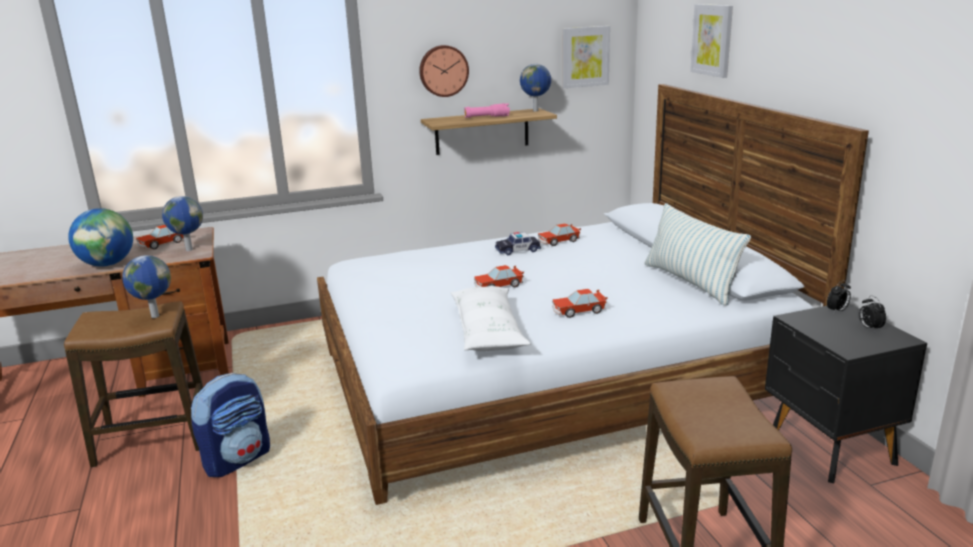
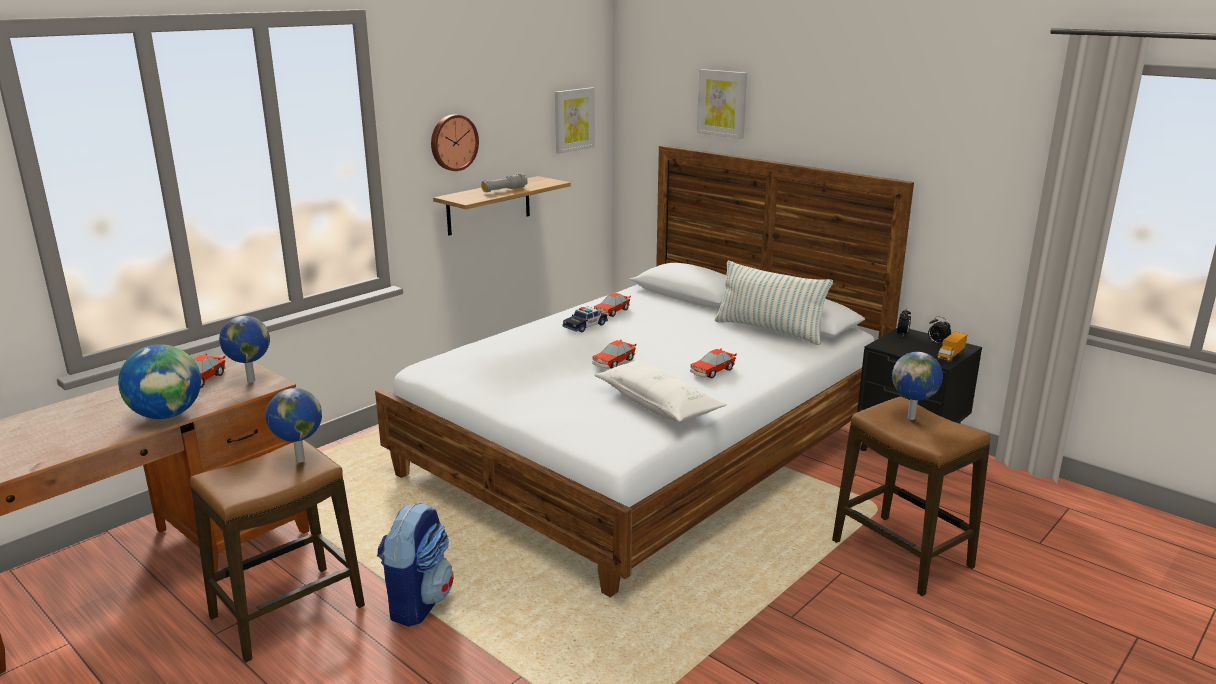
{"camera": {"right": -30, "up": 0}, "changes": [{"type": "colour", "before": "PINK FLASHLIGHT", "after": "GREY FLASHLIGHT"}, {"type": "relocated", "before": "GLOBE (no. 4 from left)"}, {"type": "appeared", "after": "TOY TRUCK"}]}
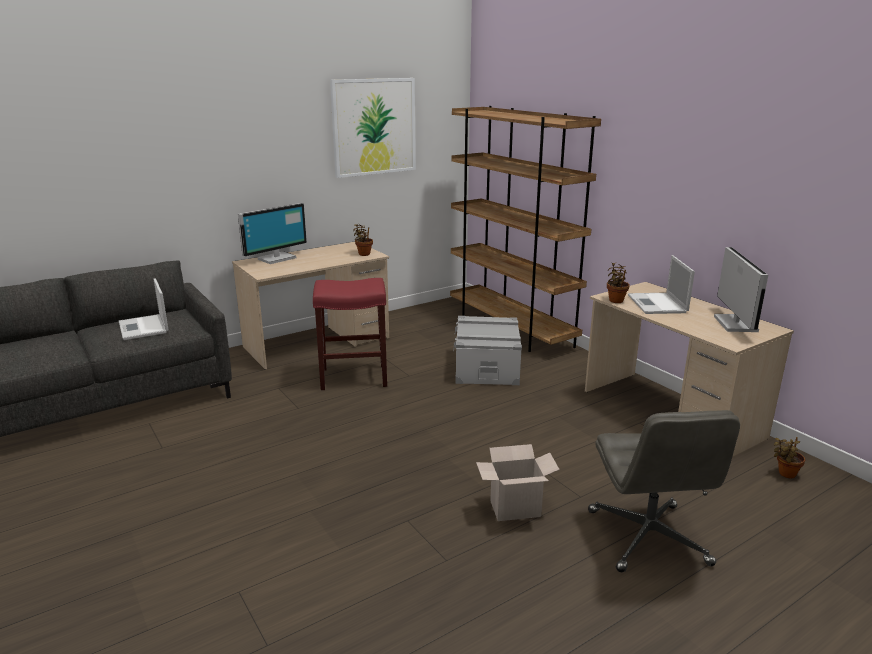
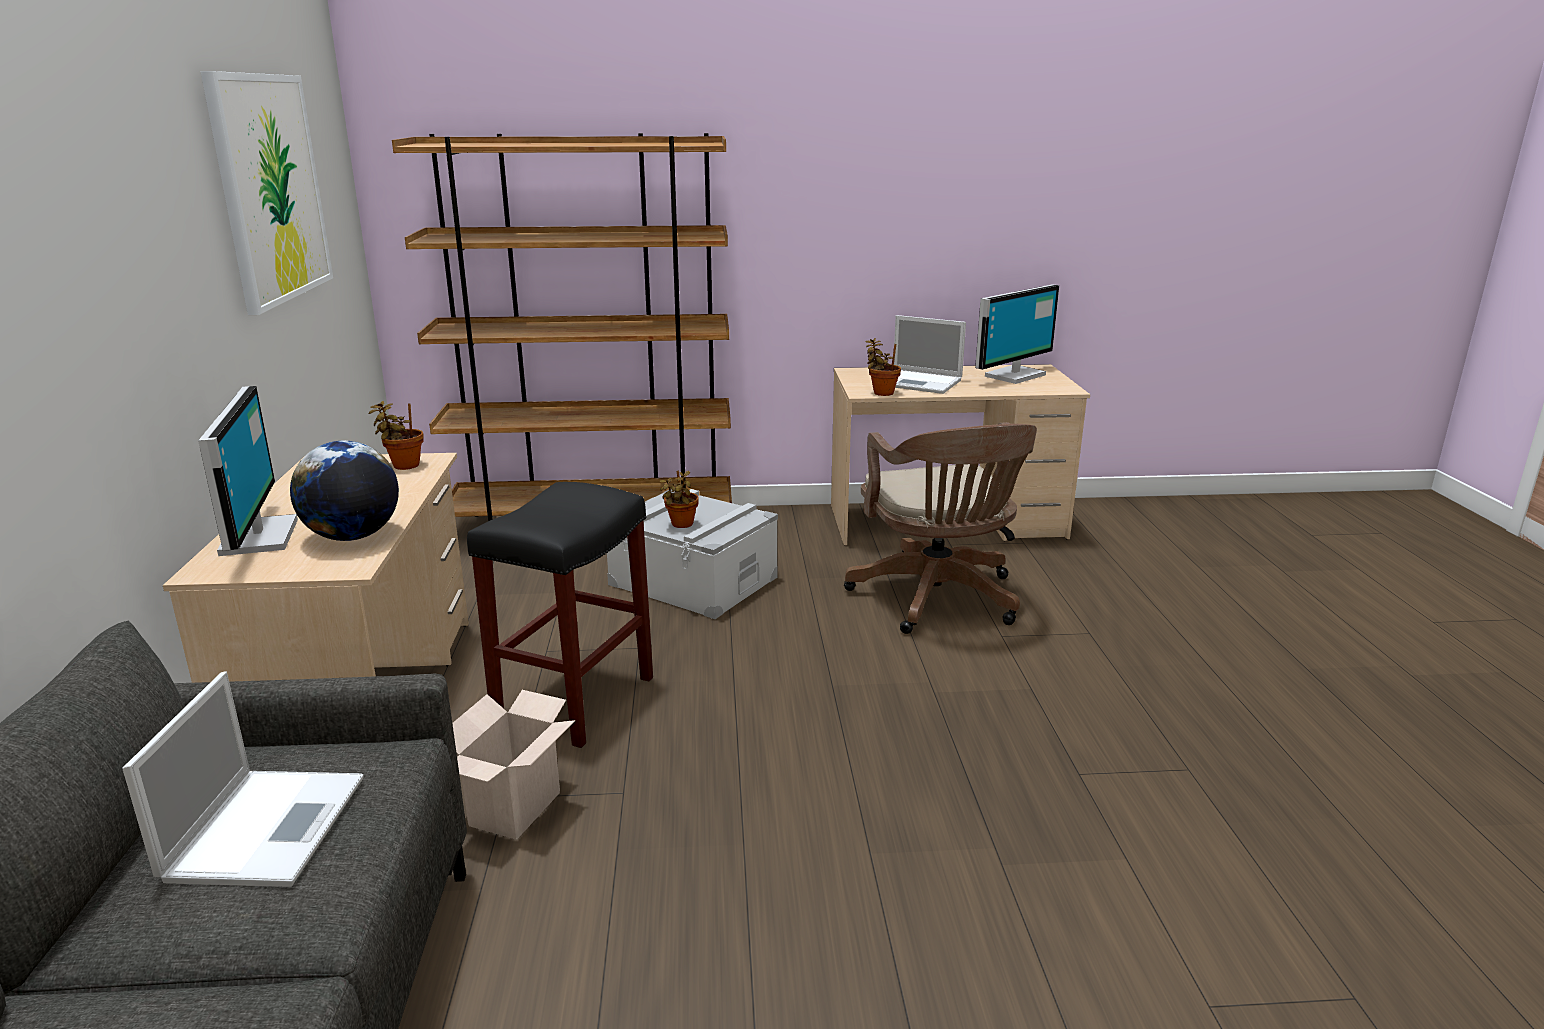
{"camera": {"right": -60, "up": 0}, "changes": [{"type": "spun", "before": "LAPTOP (no. 1 from left)", "turn": -90}, {"type": "appeared", "after": "GLOBE"}, {"type": "relocated", "before": "CARDBOARD BOX"}, {"type": "colour", "before": "RED STOOL", "after": "BLACK STOOL"}, {"type": "relocated", "before": "POTTED PLANT (no. 3 from left in the first image)", "after": "POTTED PLANT (no. 2 from left)"}, {"type": "appeared", "after": "BROWN OFFICE CHAIR"}, {"type": "spun", "before": "MONITOR (no. 2 from left)", "turn": 105}, {"type": "missing", "before": "GREY OFFICE CHAIR"}]}
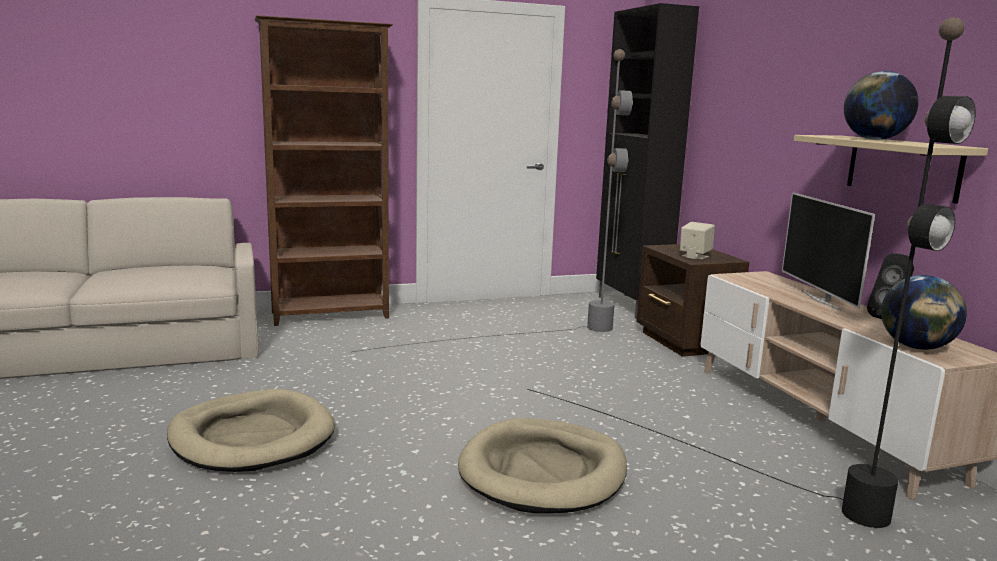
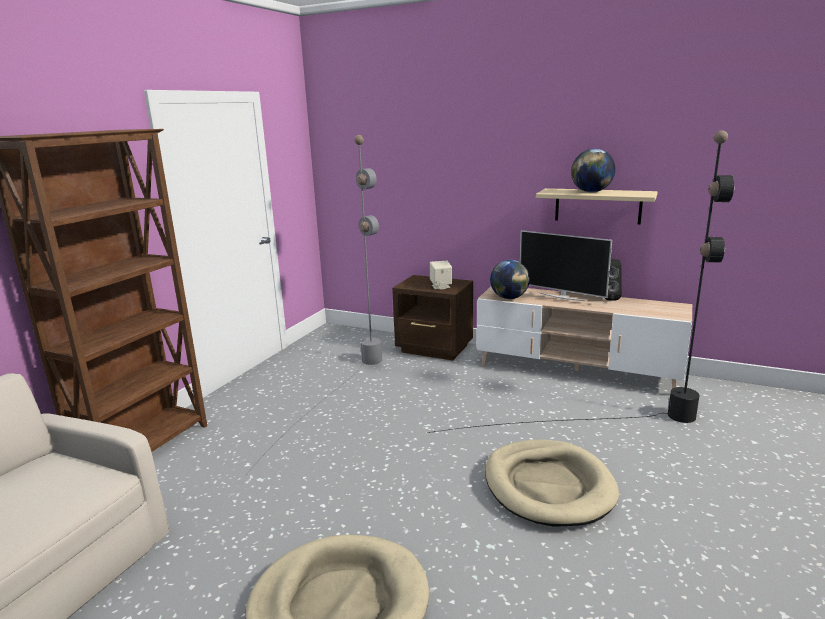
{"camera": {"right": -45, "up": 5}, "changes": [{"type": "relocated", "before": "GLOBE (no. 2 from left in the first image)", "after": "GLOBE (no. 1 from left)"}, {"type": "missing", "before": "BLACK CABINET"}]}
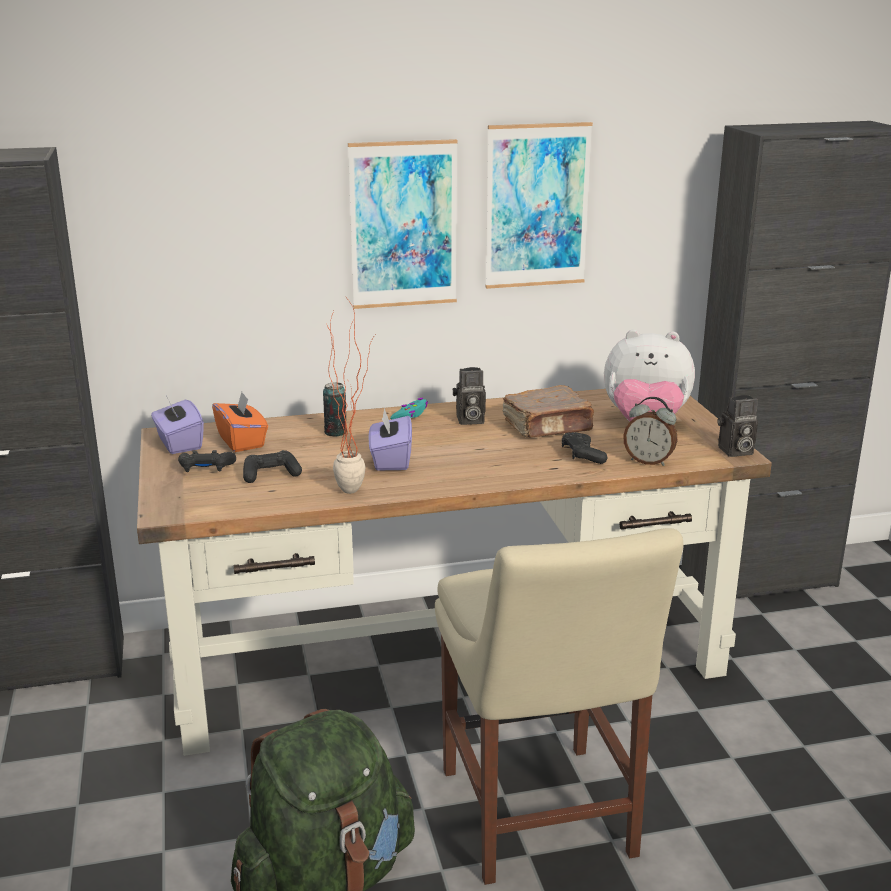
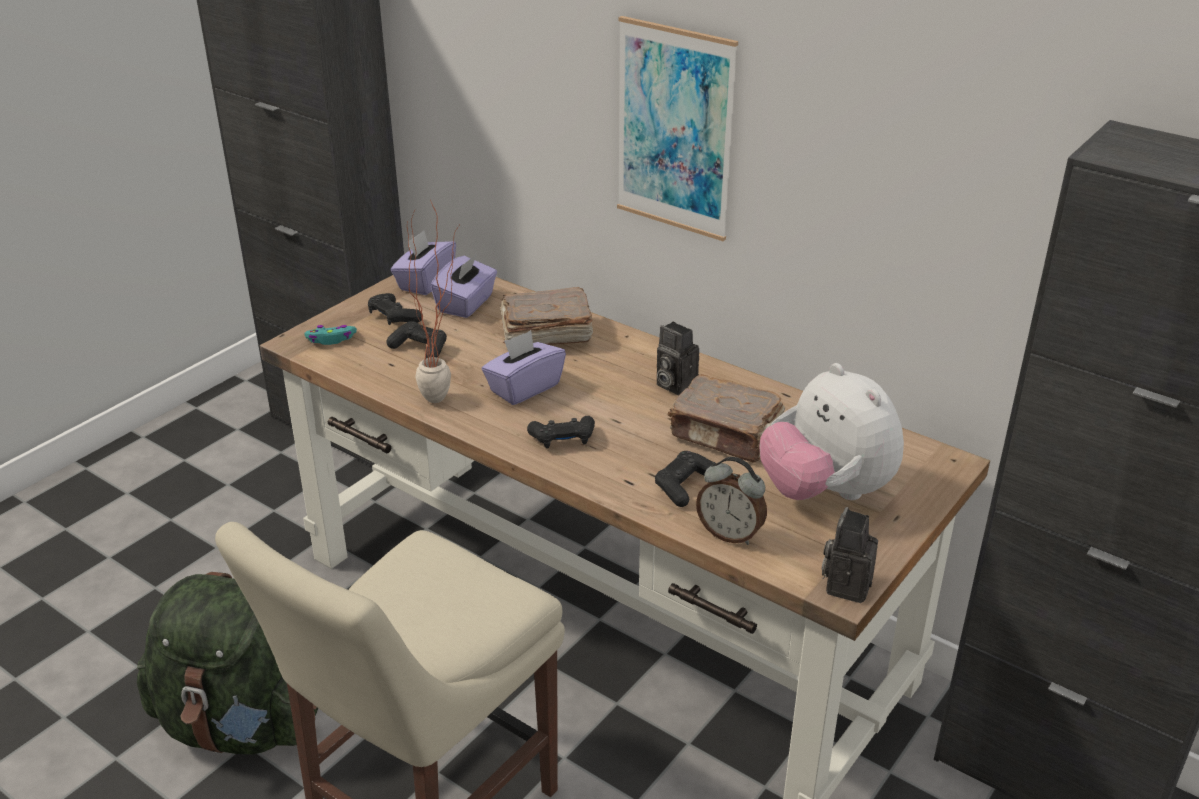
{"camera": {"right": 50, "up": 10}, "changes": [{"type": "relocated", "before": "TURQUOISE GAME CONTROLLER"}, {"type": "colour", "before": "ORANGE TISSUE BOX", "after": "PURPLE TISSUE BOX (no. 2 from left)"}, {"type": "exchanged", "before": "CAN", "after": "BROWN BOOK (no. 1 from left)"}, {"type": "appeared", "after": "BLACK GAME CONTROLLER (no. 3 from left)"}, {"type": "spun", "before": "ALARM CLOCK", "turn": -45}, {"type": "spun", "before": "PHOTO CAMERA (no. 2 from left)", "turn": 75}, {"type": "missing", "before": "PICTURE (no. 2 from left)"}]}
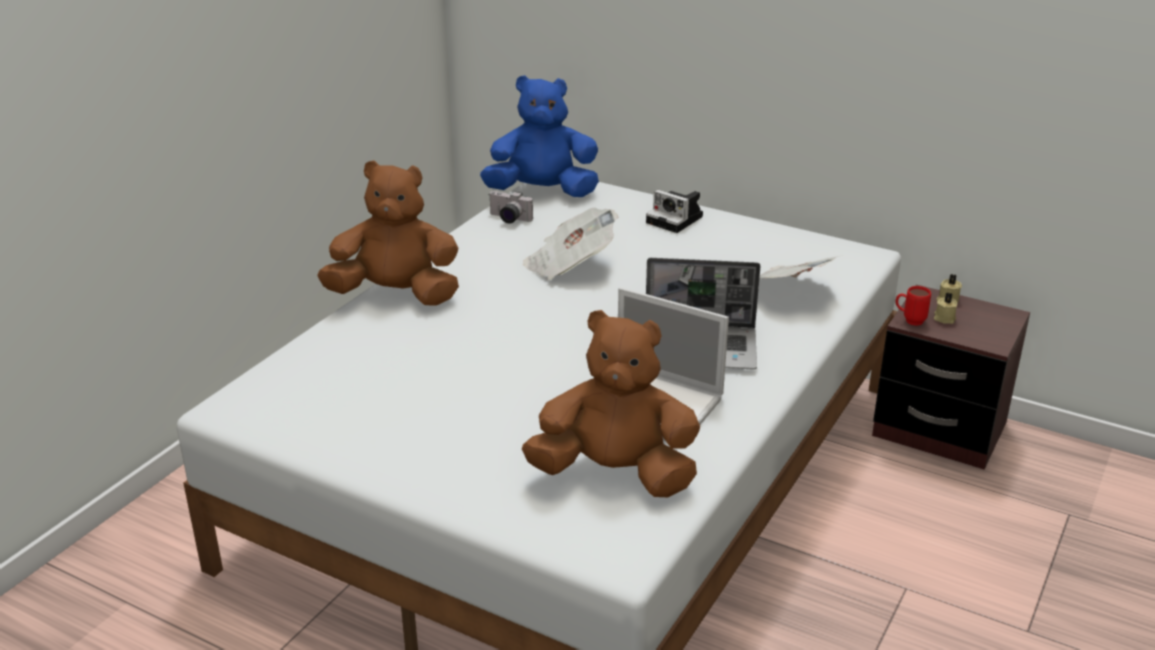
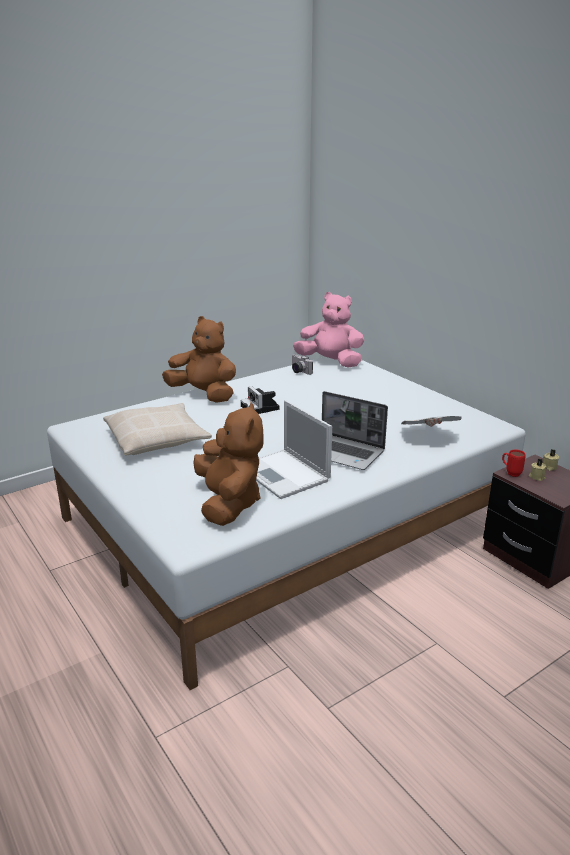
{"camera": {"right": 25, "up": -5}, "changes": [{"type": "appeared", "after": "BEIGE PILLOW"}, {"type": "spun", "before": "BROWN PLUSH TOY (no. 2 from left)", "turn": 45}, {"type": "relocated", "before": "PHOTO CAMERA (no. 2 from left in the first image)", "after": "PHOTO CAMERA (no. 1 from left)"}, {"type": "colour", "before": "BLUE PLUSH TOY", "after": "PINK PLUSH TOY"}, {"type": "missing", "before": "NEWSPAPER (no. 1 from left)"}]}
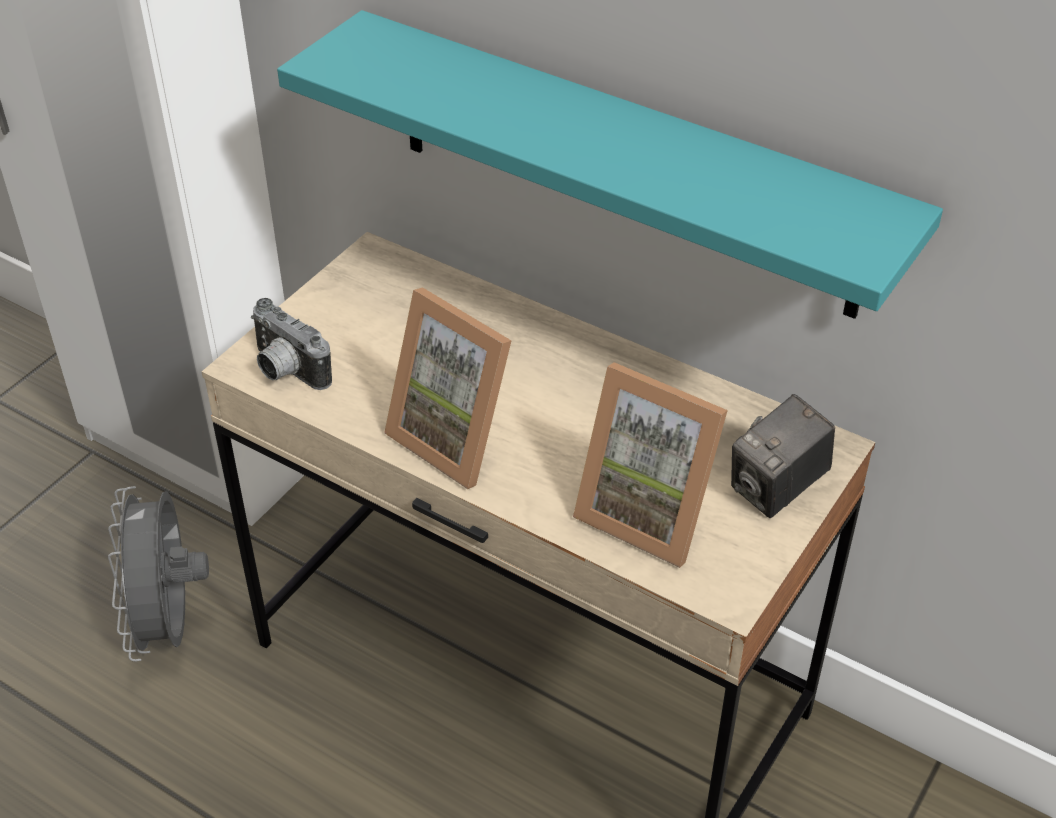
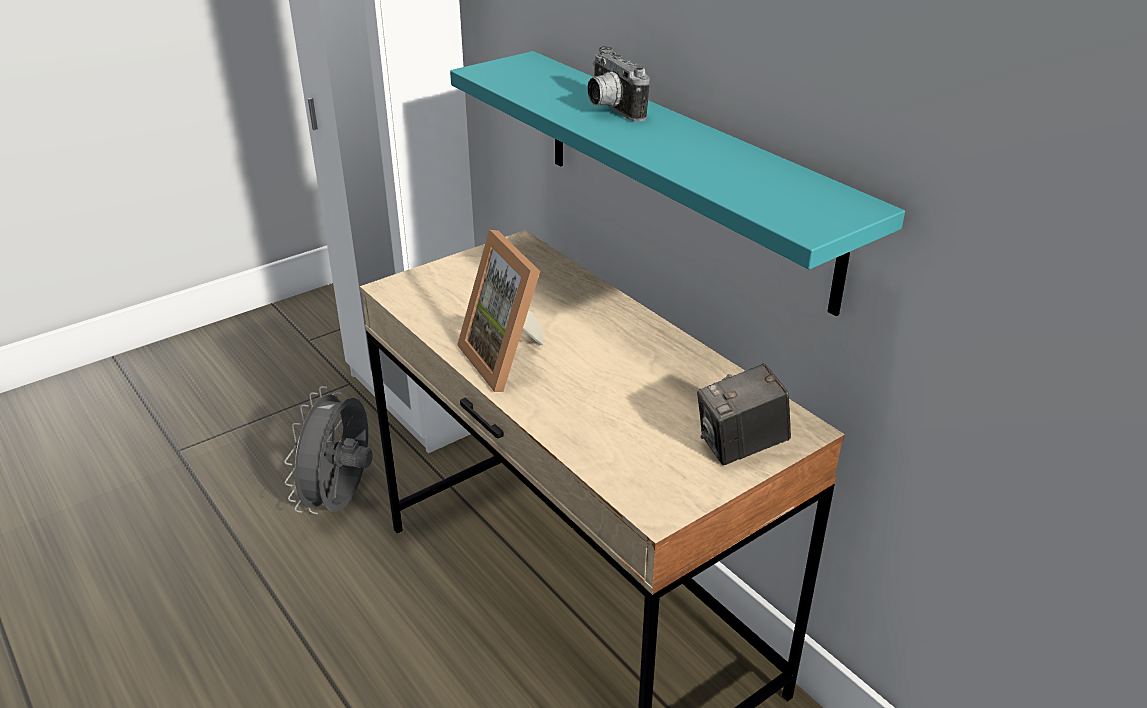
{"camera": {"right": 20, "up": -10}, "changes": [{"type": "relocated", "before": "PHOTO CAMERA (no. 1 from left)"}, {"type": "missing", "before": "PICTURE FRAME (no. 2 from left)"}]}
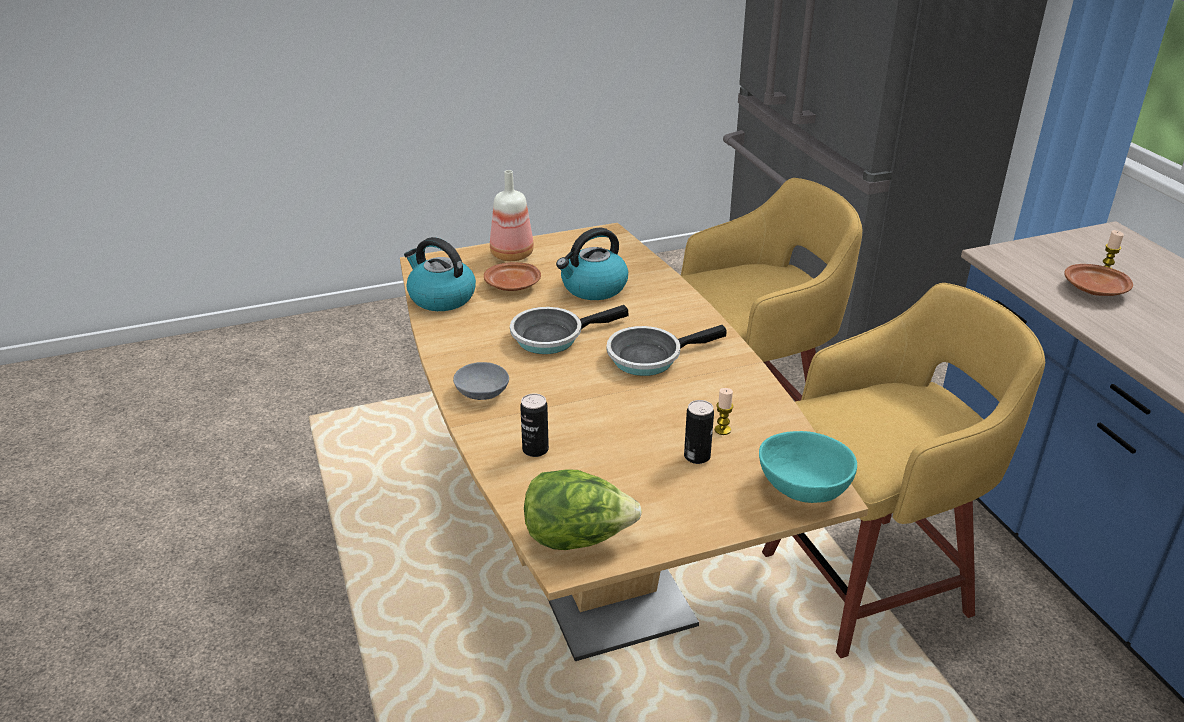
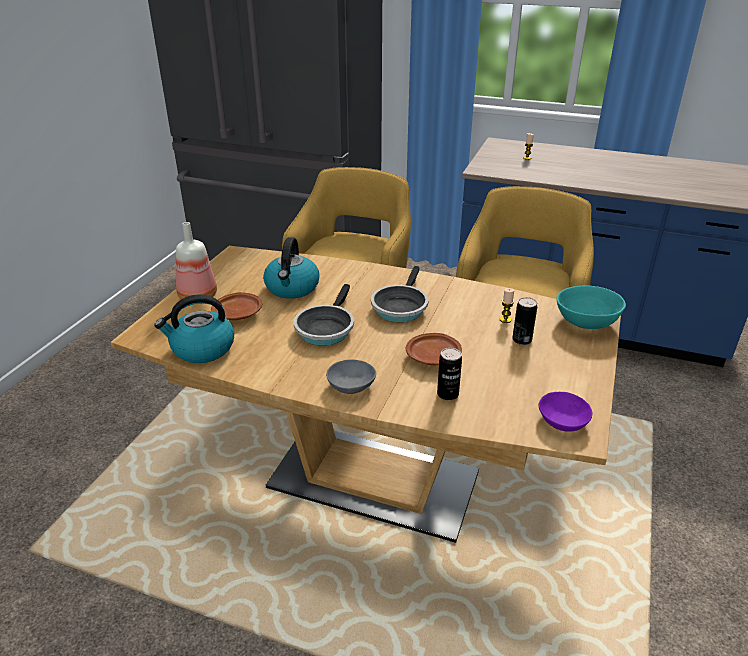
{"camera": {"right": -50, "up": 0}, "changes": [{"type": "relocated", "before": "BROWN PLATE (no. 2 from left)"}, {"type": "exchanged", "before": "LETTUCE", "after": "PURPLE BOWL"}]}
